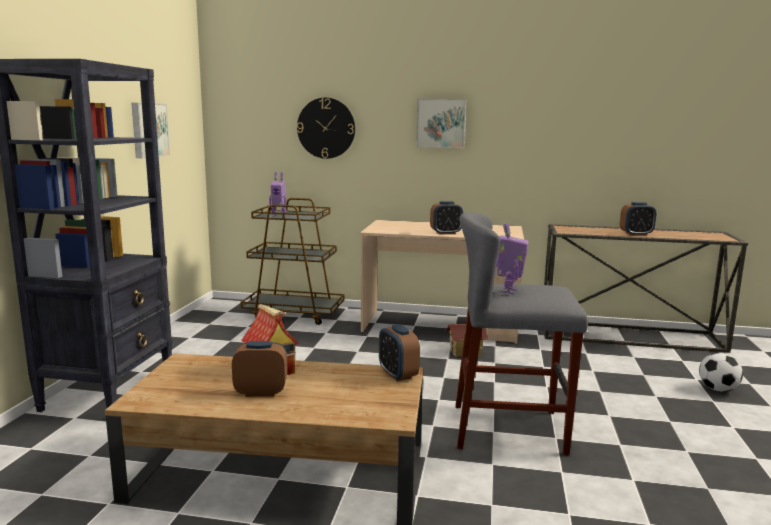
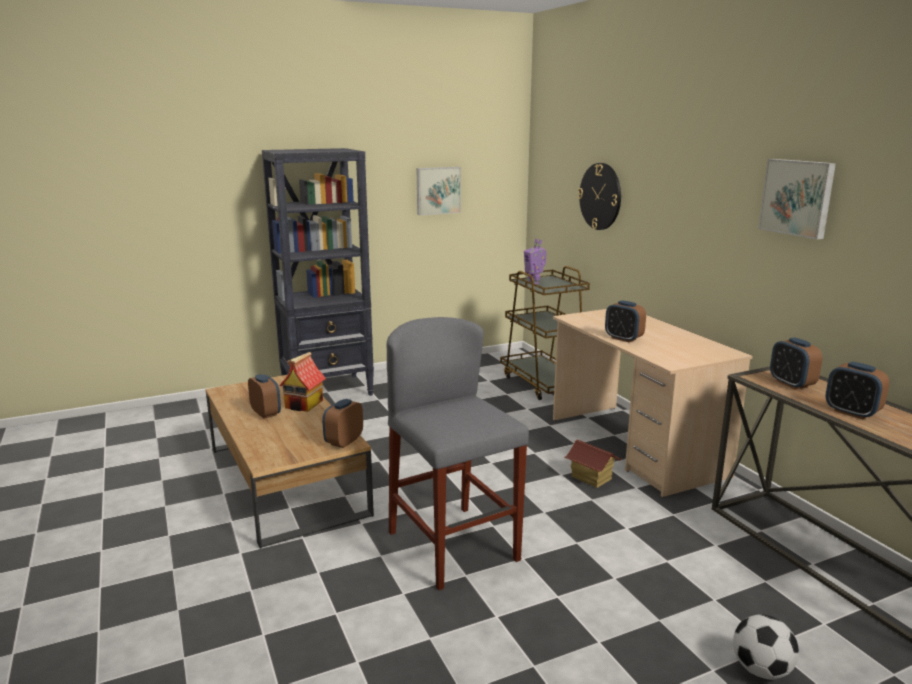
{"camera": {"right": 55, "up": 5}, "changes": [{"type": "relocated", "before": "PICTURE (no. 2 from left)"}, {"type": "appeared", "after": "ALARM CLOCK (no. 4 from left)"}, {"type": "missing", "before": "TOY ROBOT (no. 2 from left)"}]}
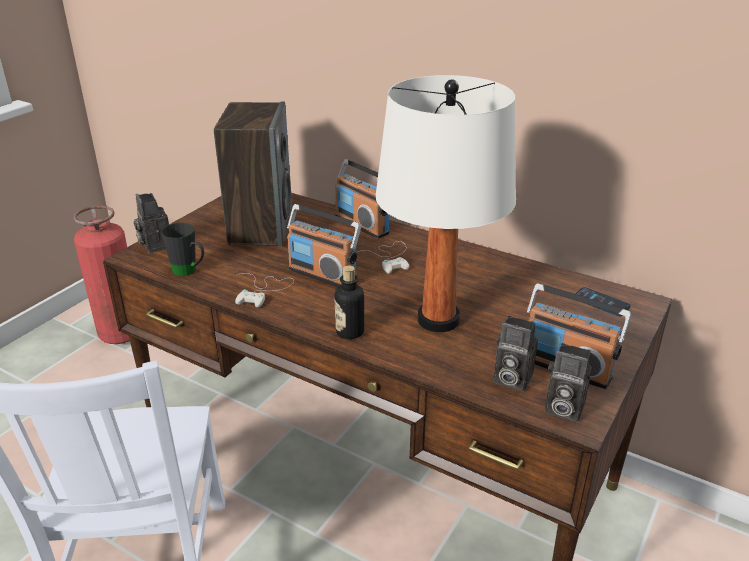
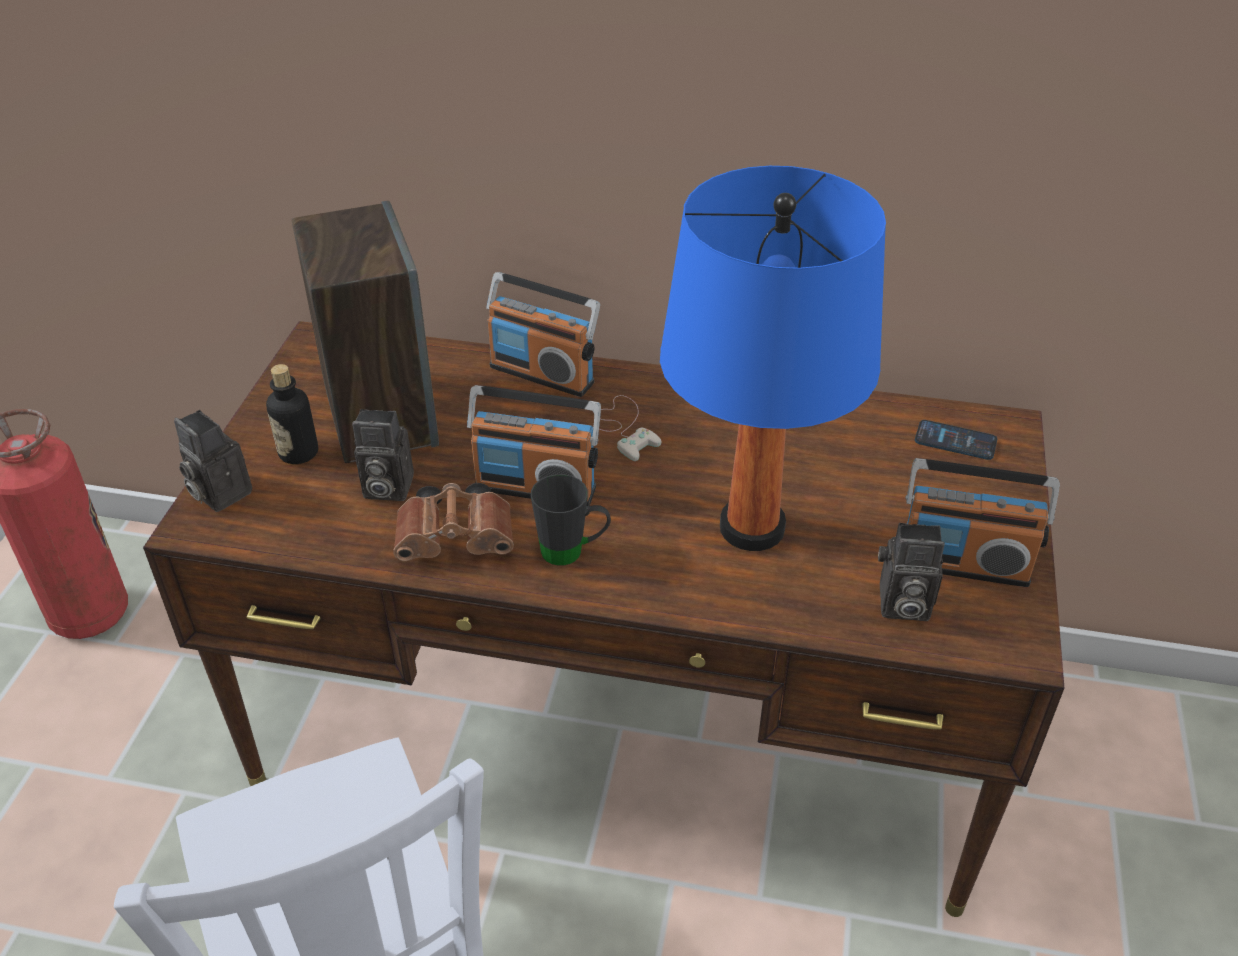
{"camera": {"right": -20, "up": 10}, "changes": [{"type": "relocated", "before": "BOTTLE"}, {"type": "relocated", "before": "PHOTO CAMERA (no. 3 from left in the first image)", "after": "PHOTO CAMERA (no. 2 from left)"}, {"type": "exchanged", "before": "WHITE GAME CONTROLLER (no. 1 from left)", "after": "BROWN BINOCULARS"}, {"type": "relocated", "before": "BLACK MUG"}, {"type": "colour", "before": "WHITE TABLE LAMP", "after": "BLUE TABLE LAMP"}]}
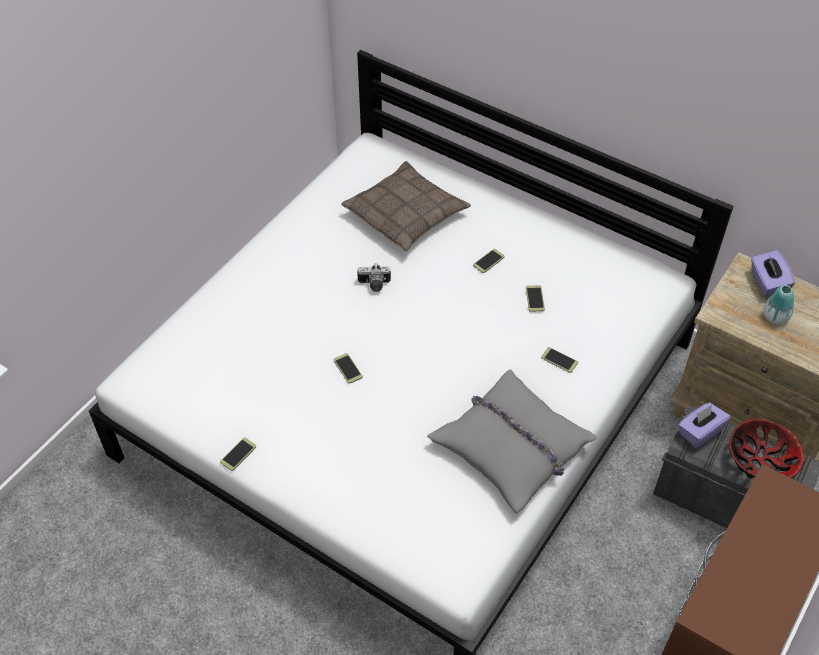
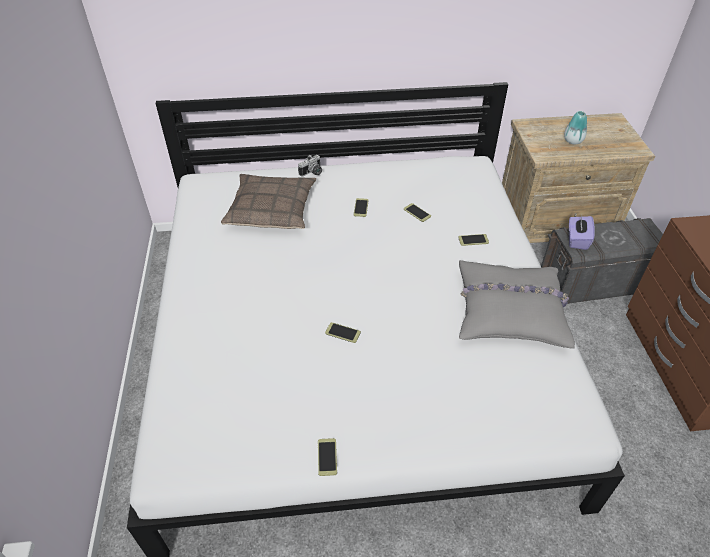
{"camera": {"right": -40, "up": -5}, "changes": [{"type": "relocated", "before": "PHOTO CAMERA"}, {"type": "missing", "before": "BOWL"}, {"type": "missing", "before": "PURPLE TISSUE BOX (no. 2 from left)"}]}
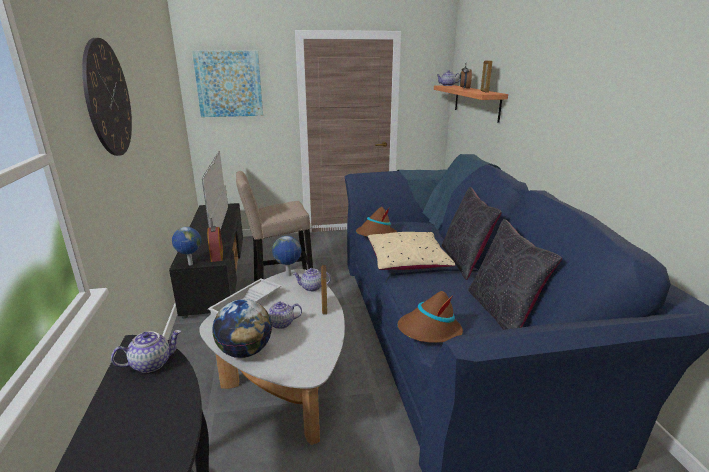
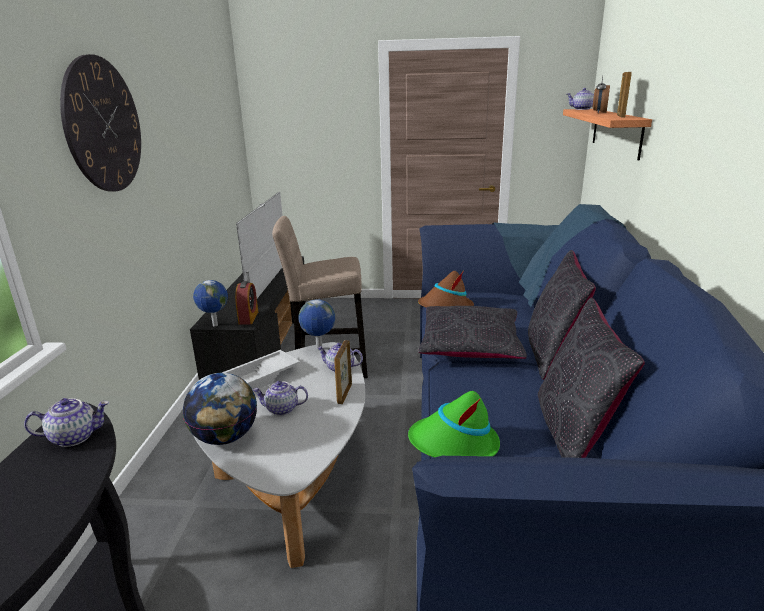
{"camera": {"right": 15, "up": 0}, "changes": [{"type": "colour", "before": "BROWN HAT (no. 2 from left)", "after": "GREEN HAT"}, {"type": "colour", "before": "BEIGE PILLOW", "after": "BLACK PILLOW (no. 1 from left)"}, {"type": "missing", "before": "PICTURE"}]}
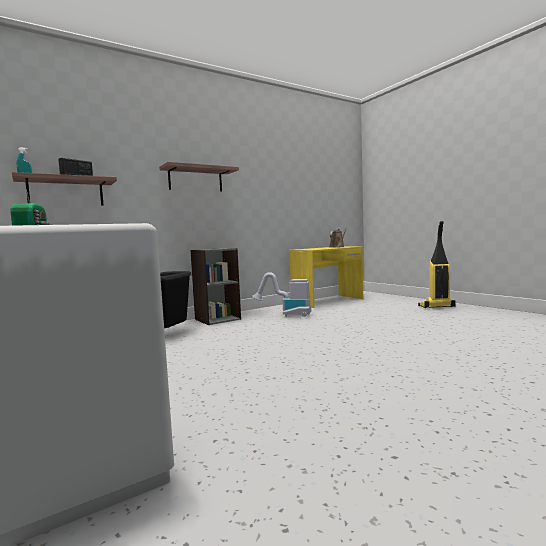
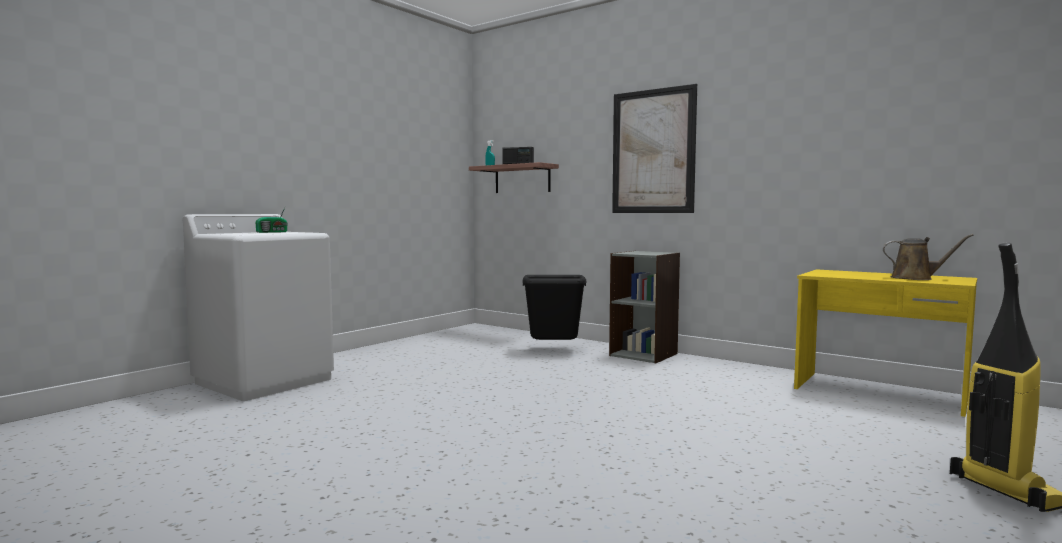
{"camera": {"right": 70, "up": 0}, "changes": [{"type": "exchanged", "before": "SHELF (no. 2 from left)", "after": "PICTURE"}, {"type": "missing", "before": "VACUUM CLEANER (no. 1 from left)"}]}
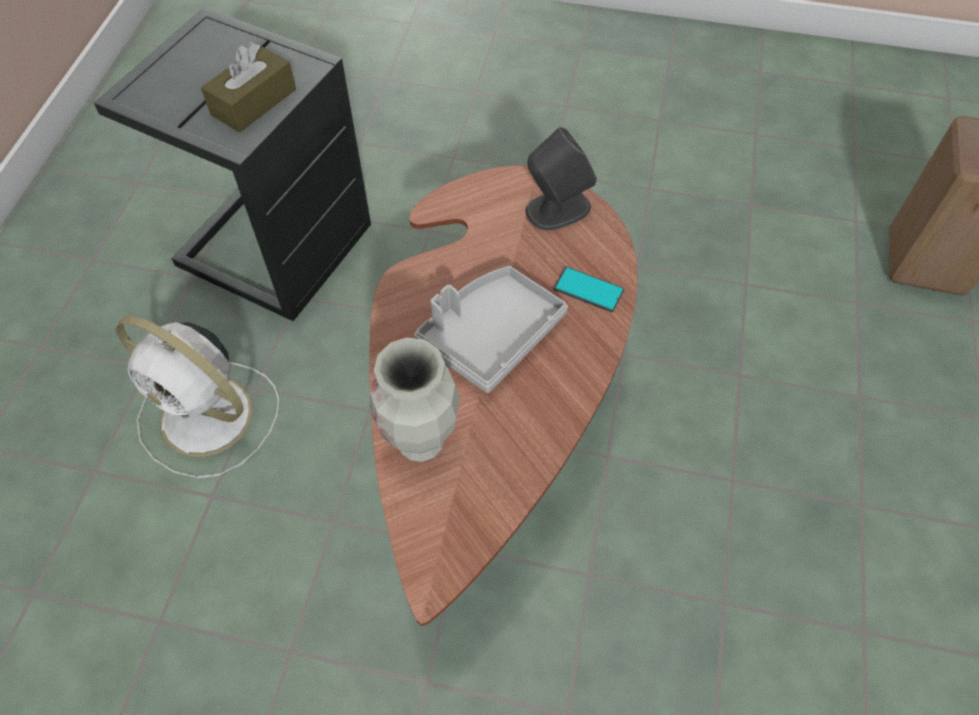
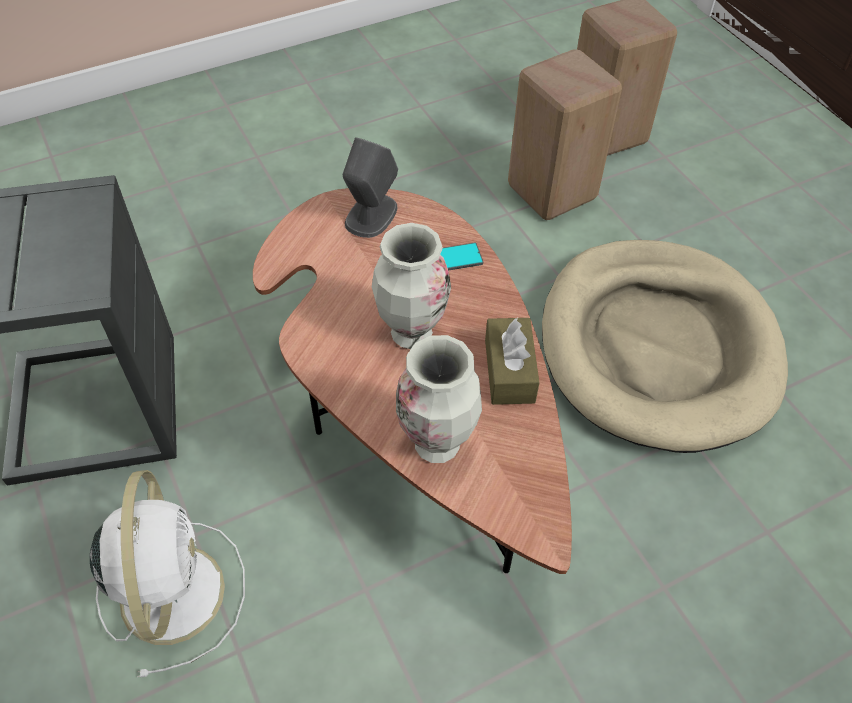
{"camera": {"right": -40, "up": -5}, "changes": [{"type": "spun", "before": "WHITE FAN", "turn": -90}, {"type": "exchanged", "before": "GREY TRAY", "after": "VASE (no. 1 from left)"}, {"type": "relocated", "before": "BROWN TISSUE BOX"}, {"type": "appeared", "after": "BEIGE STOOL (no. 1 from left)"}, {"type": "appeared", "after": "BEIGE DOG BED"}]}
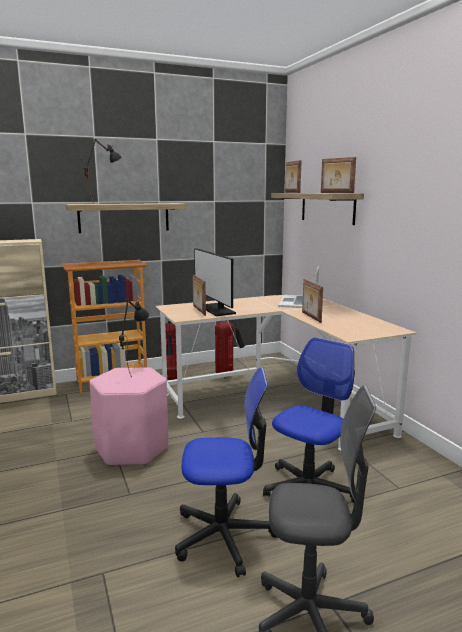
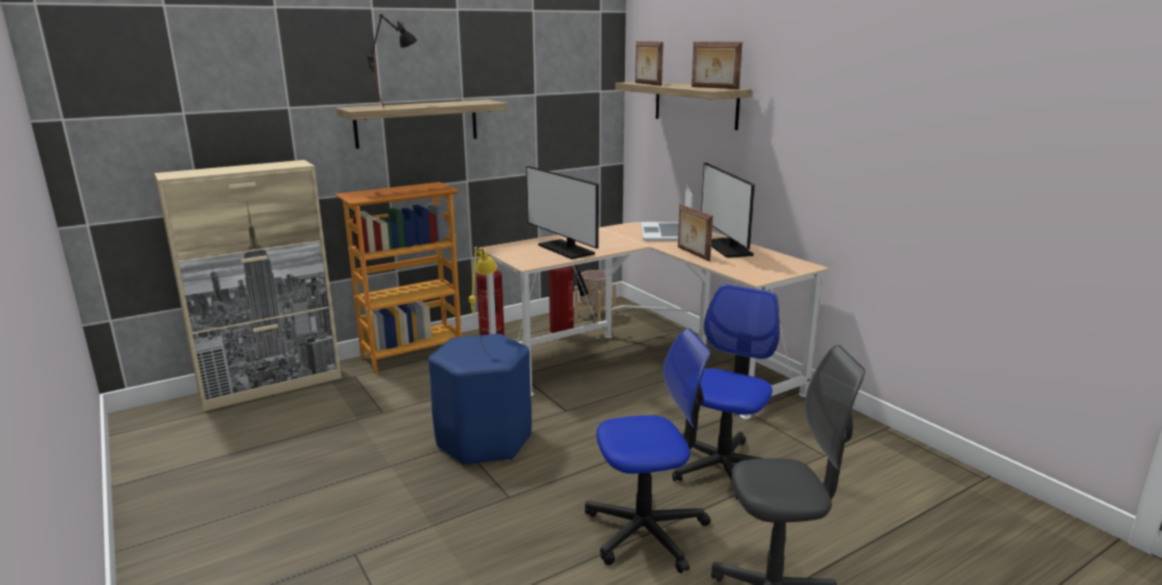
{"camera": {"right": -10, "up": 5}, "changes": [{"type": "colour", "before": "PINK STOOL", "after": "BLUE STOOL"}, {"type": "colour", "before": "BLACK TABLE LAMP (no. 2 from left)", "after": "YELLOW TABLE LAMP"}, {"type": "appeared", "after": "BEIGE PLANTER"}, {"type": "appeared", "after": "MONITOR (no. 2 from left)"}, {"type": "missing", "before": "PICTURE FRAME (no. 1 from left)"}]}
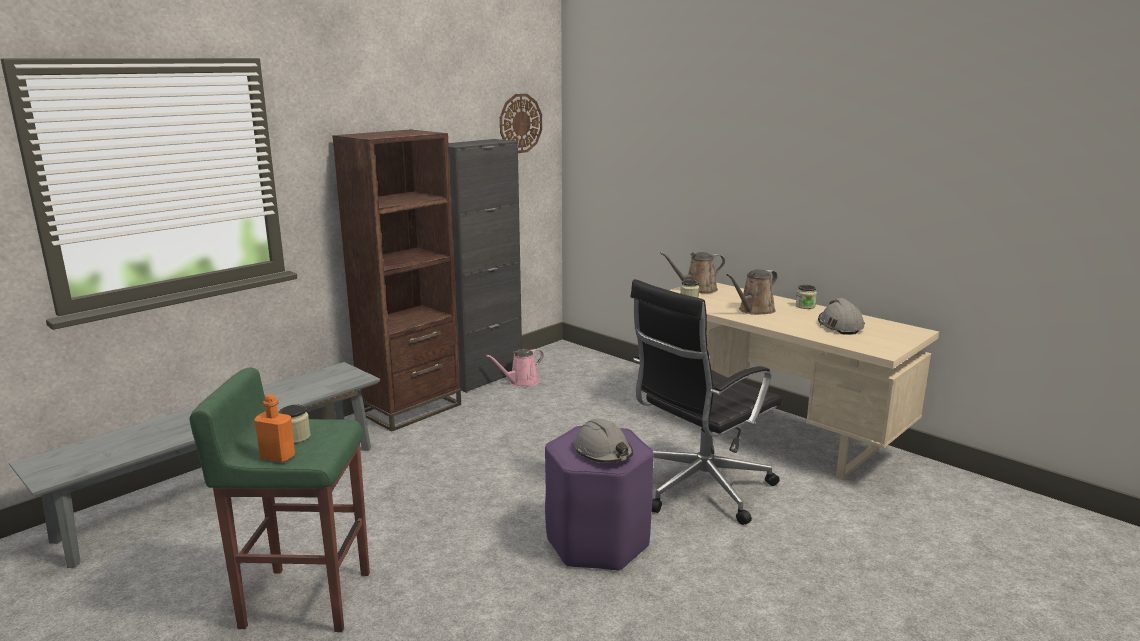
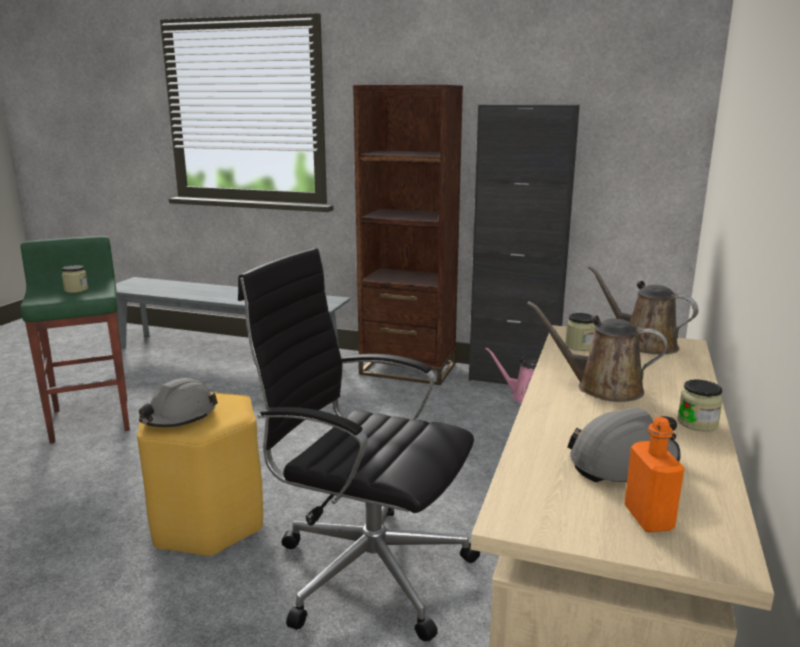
{"camera": {"right": 65, "up": 0}, "changes": [{"type": "colour", "before": "PURPLE STOOL", "after": "YELLOW STOOL"}, {"type": "relocated", "before": "ORANGE BOTTLE"}, {"type": "missing", "before": "WALL CLOCK"}]}
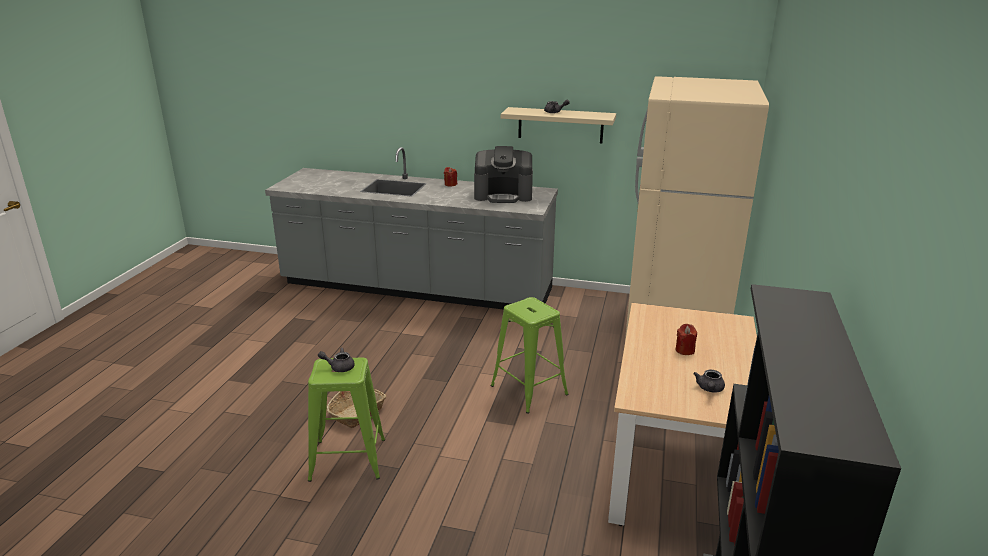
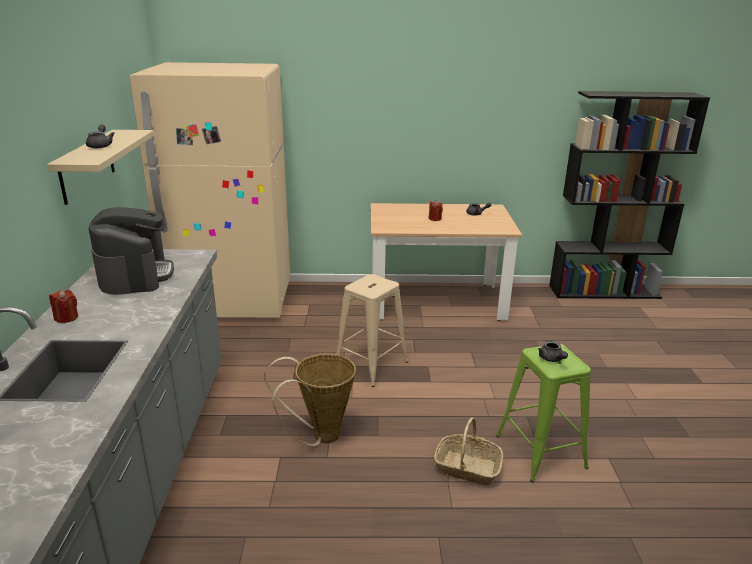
{"camera": {"right": -105, "up": 0}, "changes": [{"type": "appeared", "after": "BASKET (no. 1 from left)"}, {"type": "colour", "before": "GREEN STOOL (no. 2 from left)", "after": "BEIGE STOOL"}]}
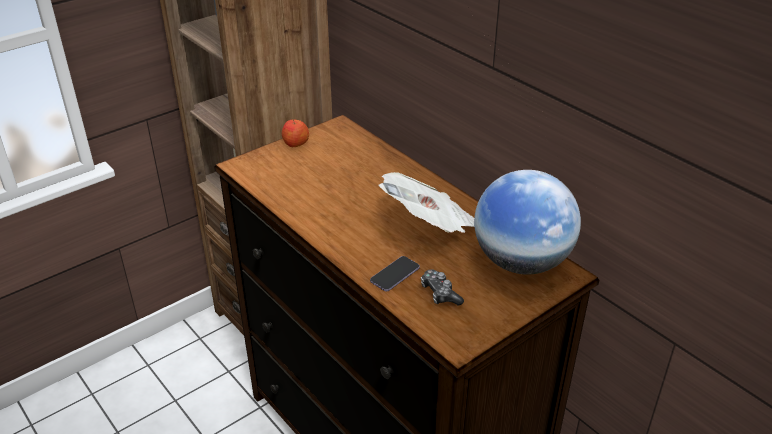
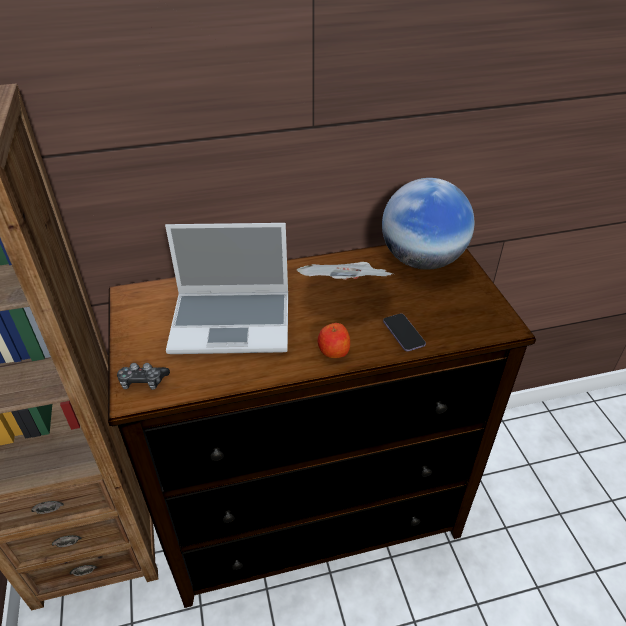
{"camera": {"right": -65, "up": 5}, "changes": [{"type": "relocated", "before": "GAME CONTROLLER"}, {"type": "appeared", "after": "LAPTOP"}, {"type": "relocated", "before": "APPLE"}]}
